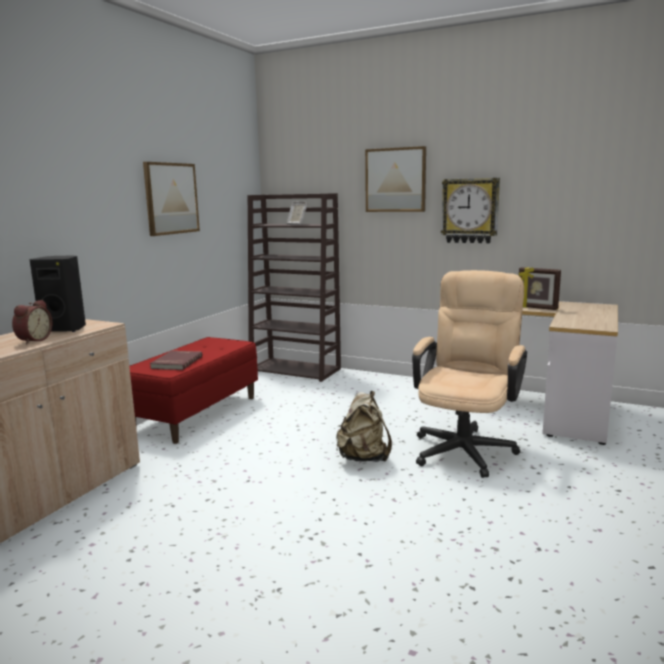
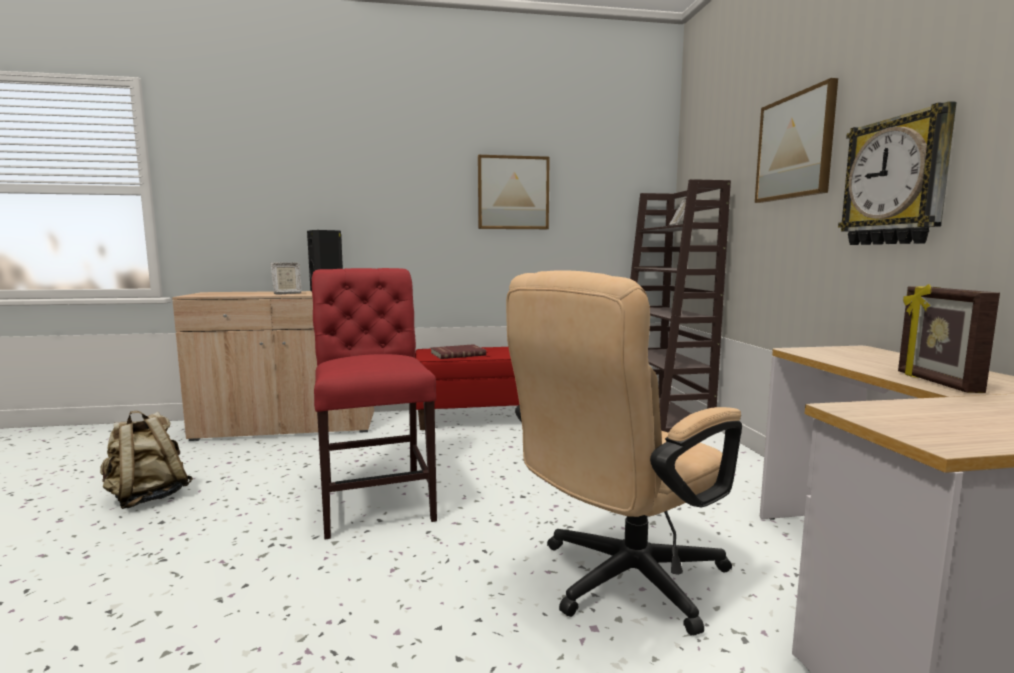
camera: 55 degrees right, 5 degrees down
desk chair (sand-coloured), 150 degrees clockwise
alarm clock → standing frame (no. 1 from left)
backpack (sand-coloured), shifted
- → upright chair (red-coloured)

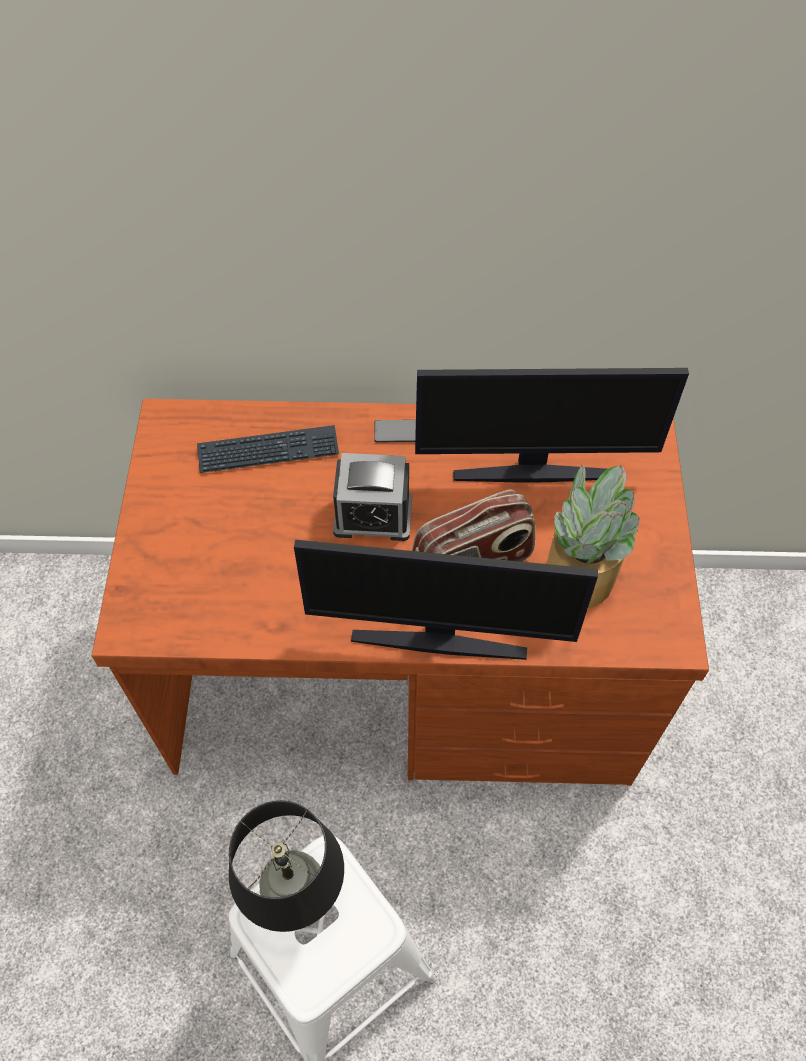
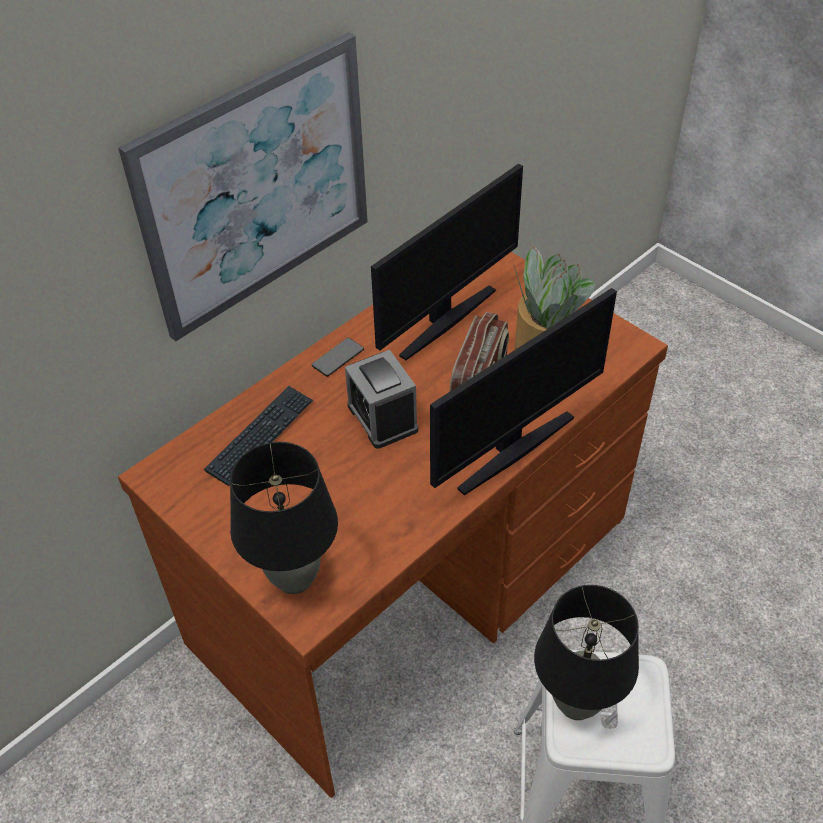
camera: 45 degrees left, 10 degrees down
alarm clock, 105 degrees clockwise
- → wall picture
- → tabletop lamp (black-coloured) (no. 1 from left)

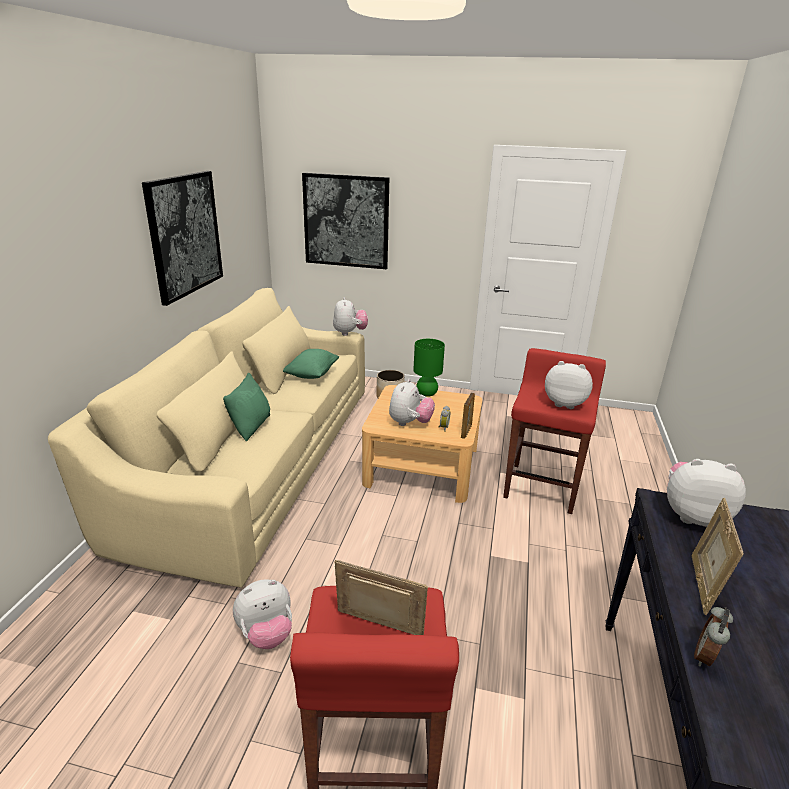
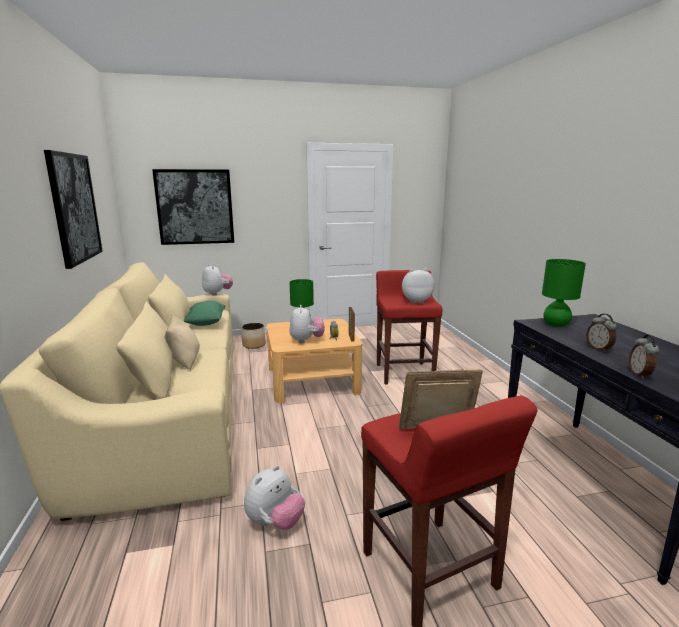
camera: 25 degrees left, 10 degrees down
pillow (greenish) (no. 1 from left) → pillow (sand-coloured)
cuddly toy (no. 5 from left) → tabletop lamp (greenish) (no. 2 from left)
standing frame (no. 3 from left) → alarm clock (no. 2 from left)

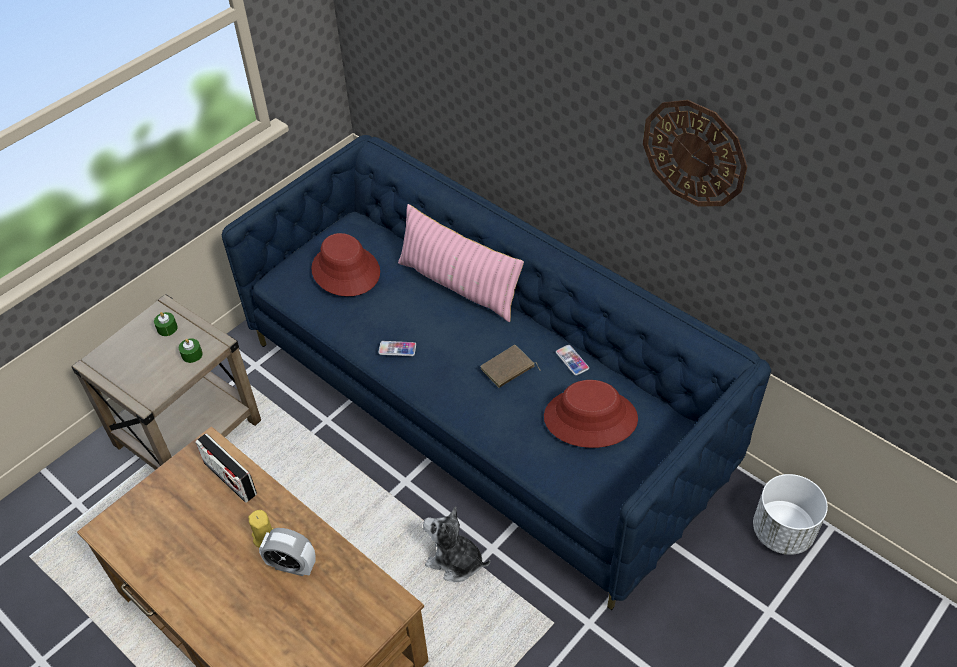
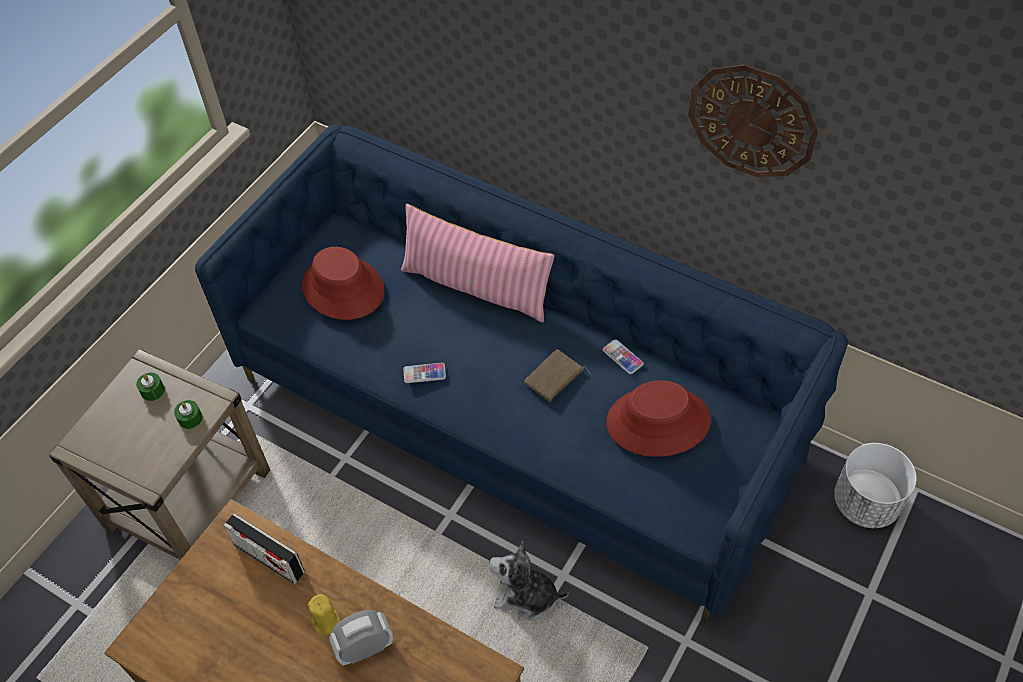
camera: 10 degrees left, 5 degrees up
alarm clock, 150 degrees clockwise

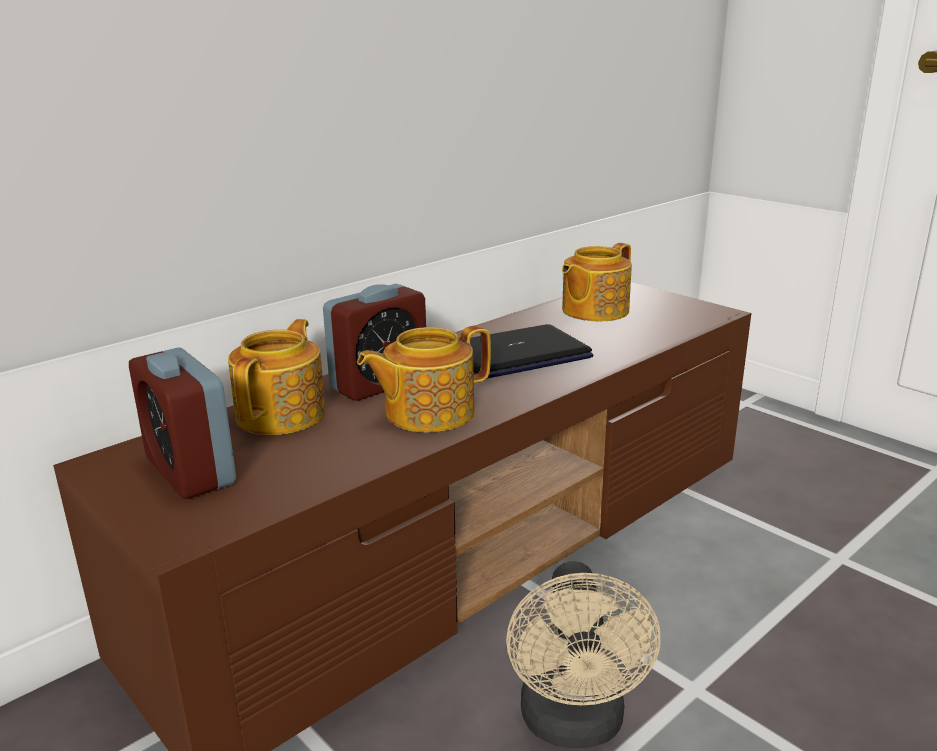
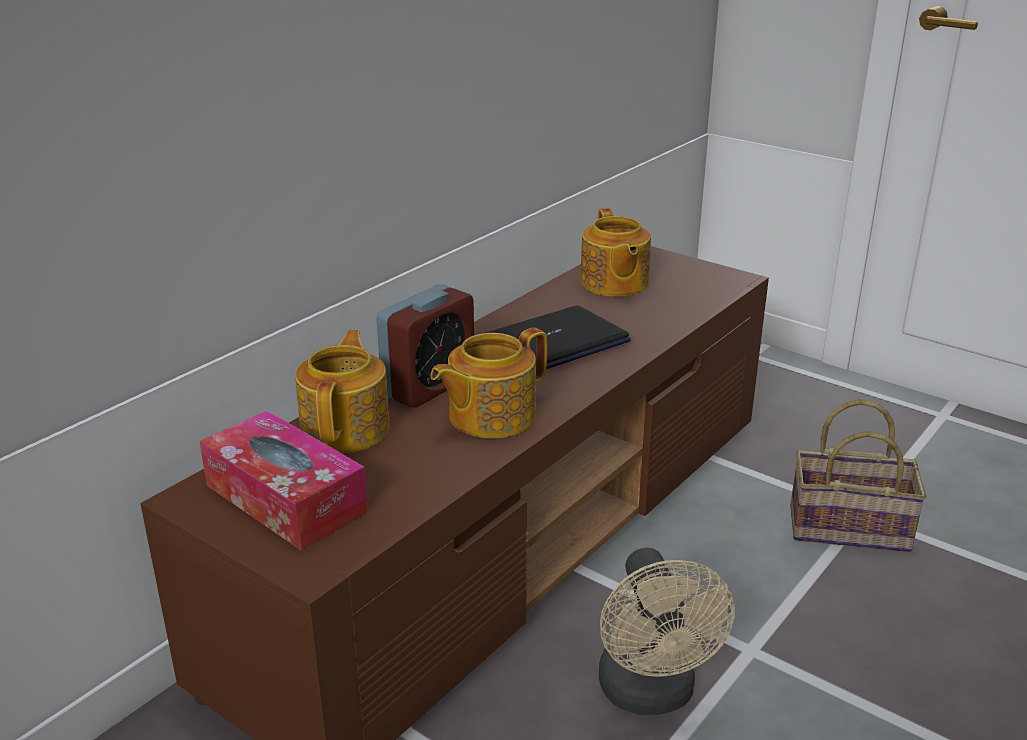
camera: 10 degrees left, 5 degrees up
pot for tea (no. 3 from left), 45 degrees counterclockwise
alarm clock (no. 1 from left) → tissue holder
- → basket

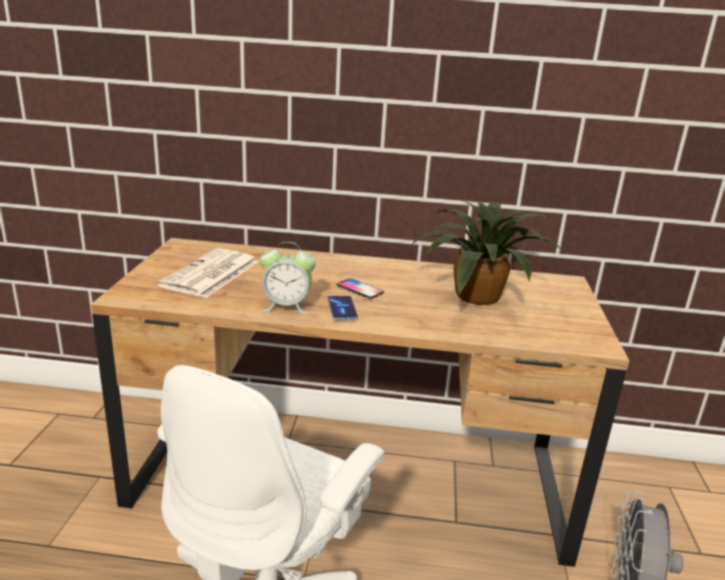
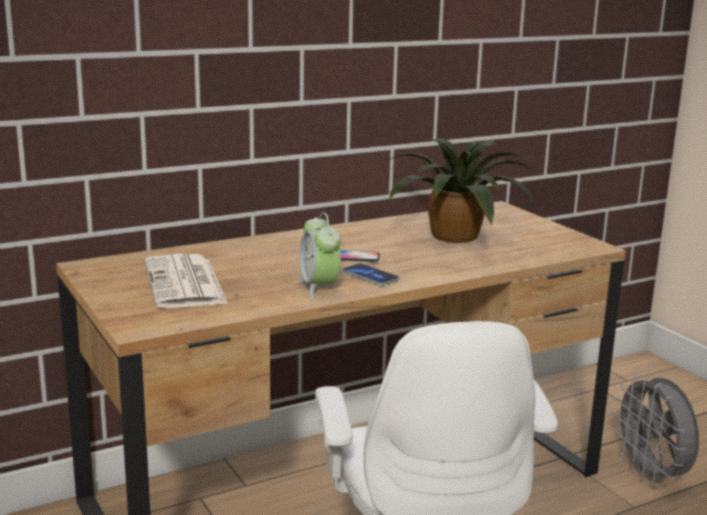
camera: 35 degrees left, 5 degrees down
alarm clock, 105 degrees clockwise

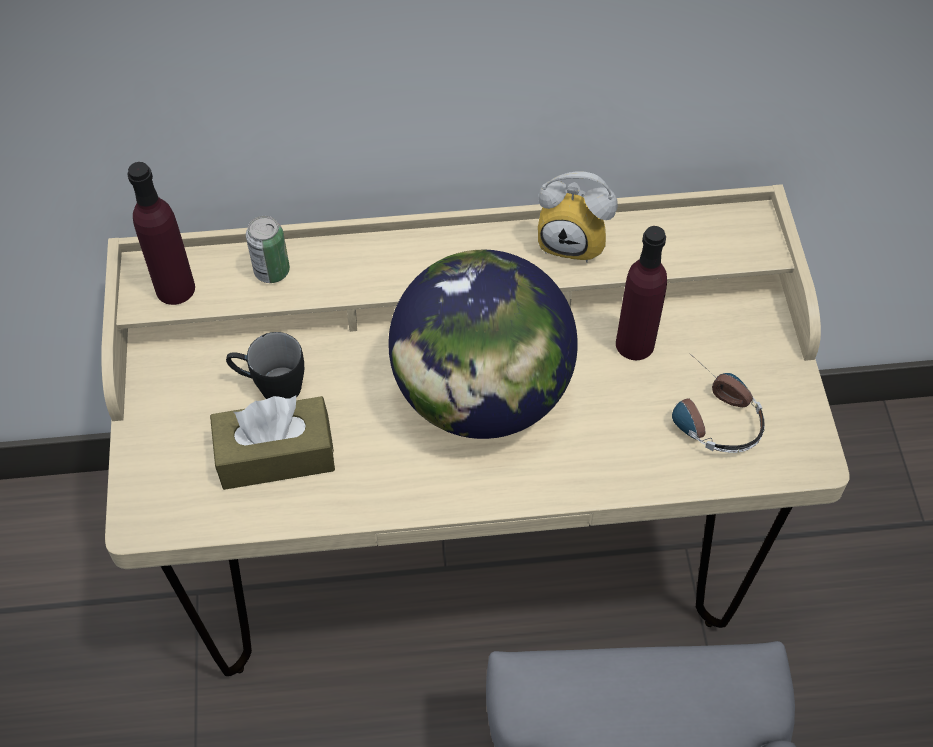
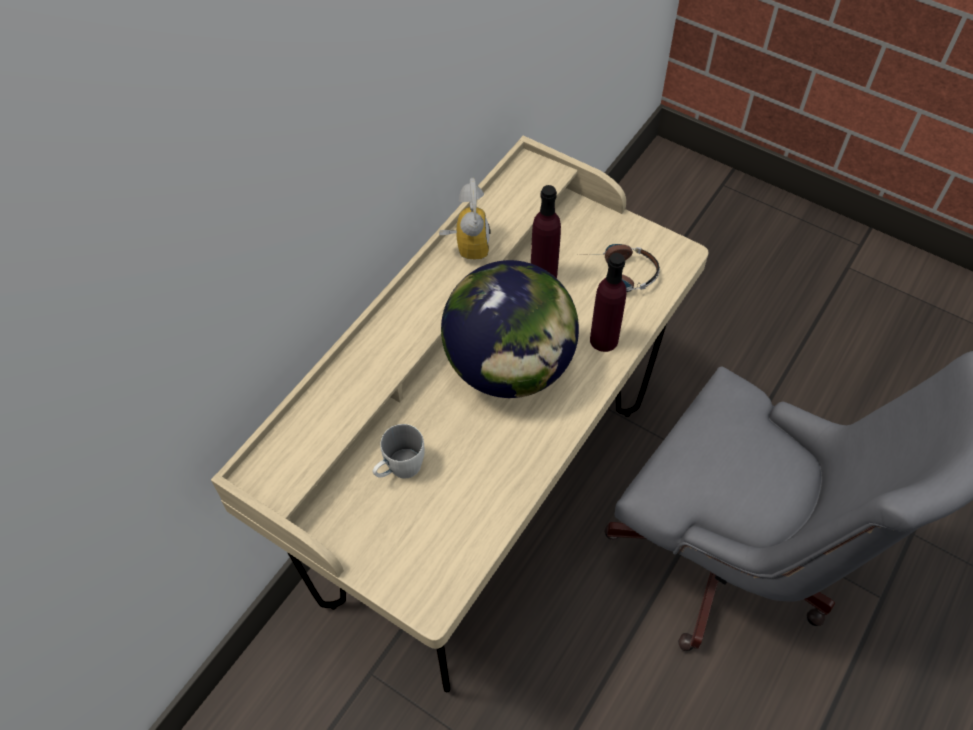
camera: 50 degrees left, 0 degrees up
beverage bottle (purplish) (no. 1 from left in the first image) → beverage bottle (purplish) (no. 2 from left), shifted
alarm clock, 60 degrees counterclockwise
metal can → -
tea mug (black-coloured) → tea mug (whitish)
tissue holder (brownish) → -

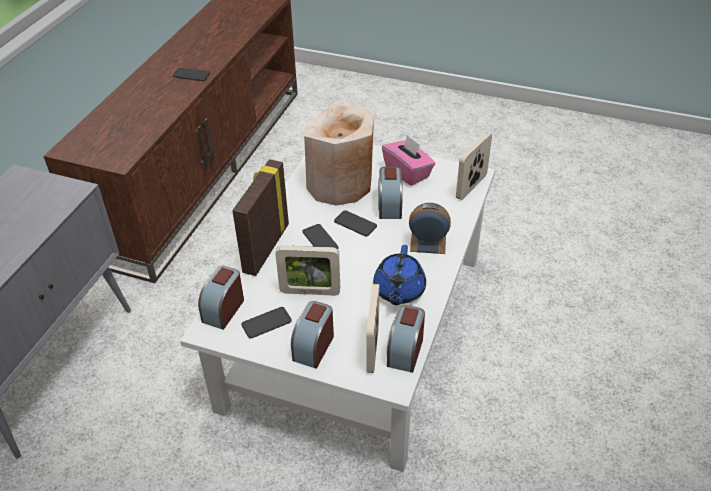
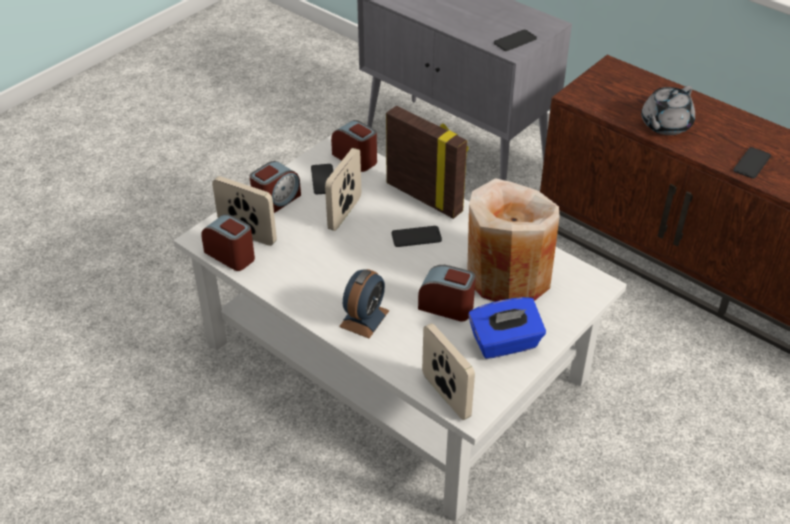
camera: 110 degrees right, 0 degrees up
tissue holder (pink) → tissue holder (blue-coloured)
phone (no. 4 from left in the first image) → phone (no. 3 from left), shifted
pot for tea (blue-coloured) → -
alarm clock (no. 2 from left), 90 degrees clockwise
- → pot for tea (gray)

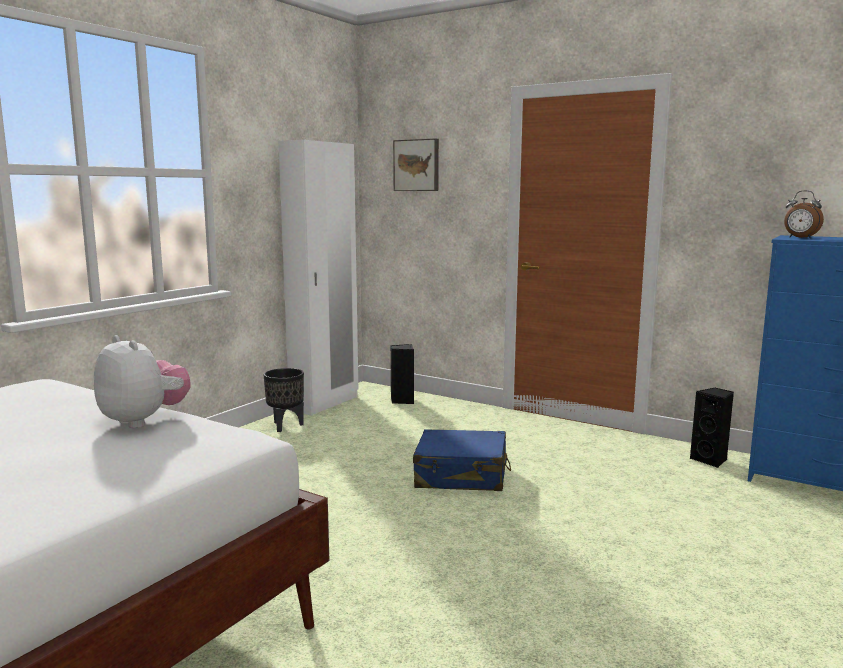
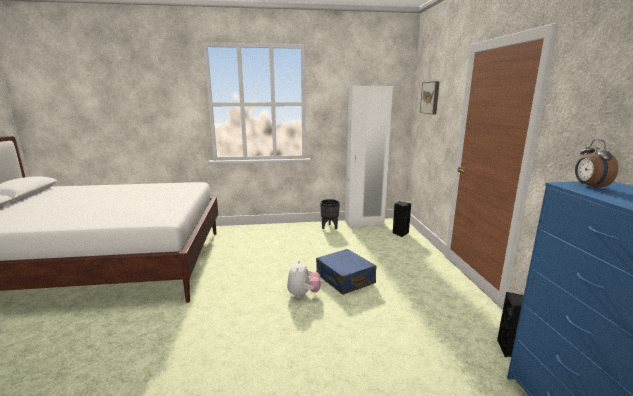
camera: 50 degrees right, 5 degrees up
cuddly toy, shifted

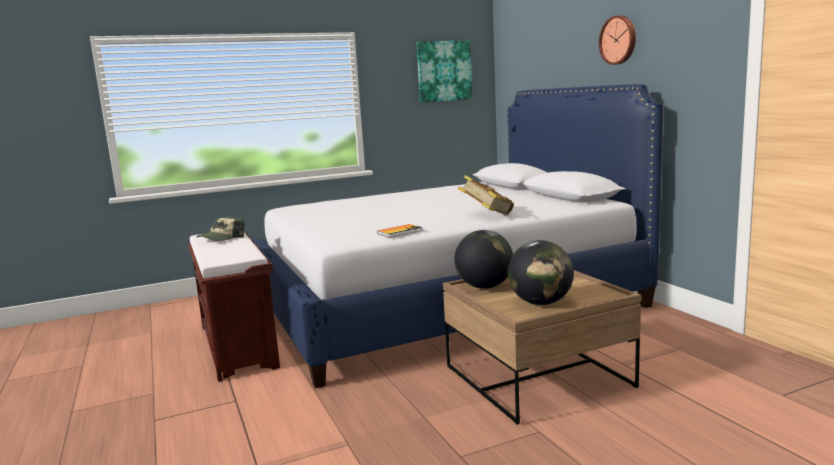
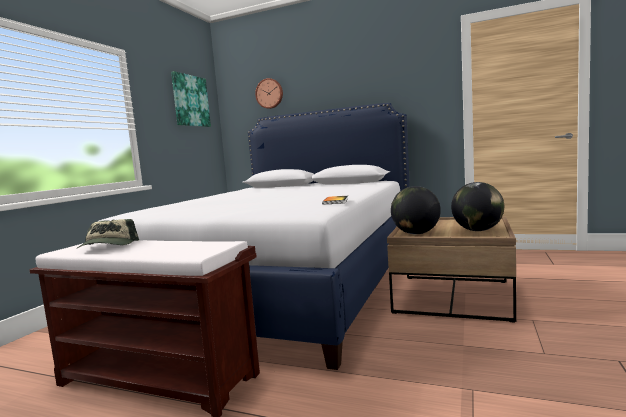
camera: 45 degrees left, 5 degrees down
clock on the wall, shifted
volume (no. 2 from left) → -

